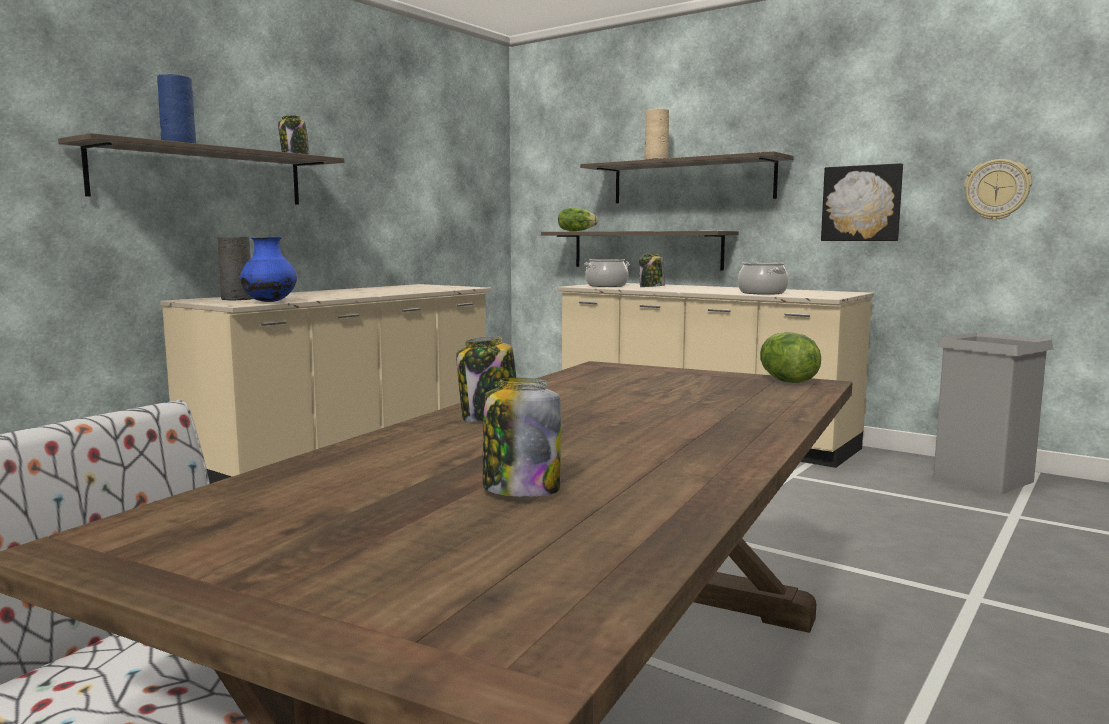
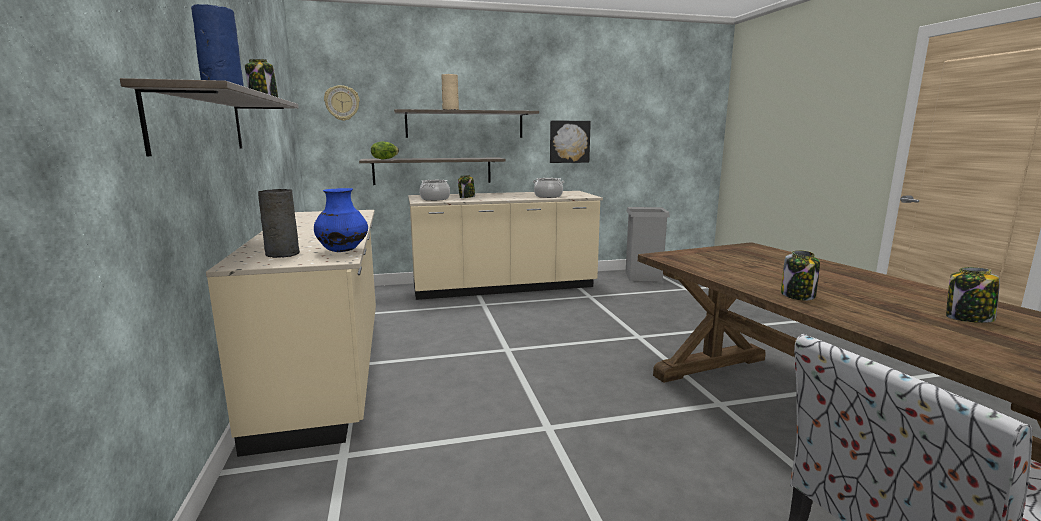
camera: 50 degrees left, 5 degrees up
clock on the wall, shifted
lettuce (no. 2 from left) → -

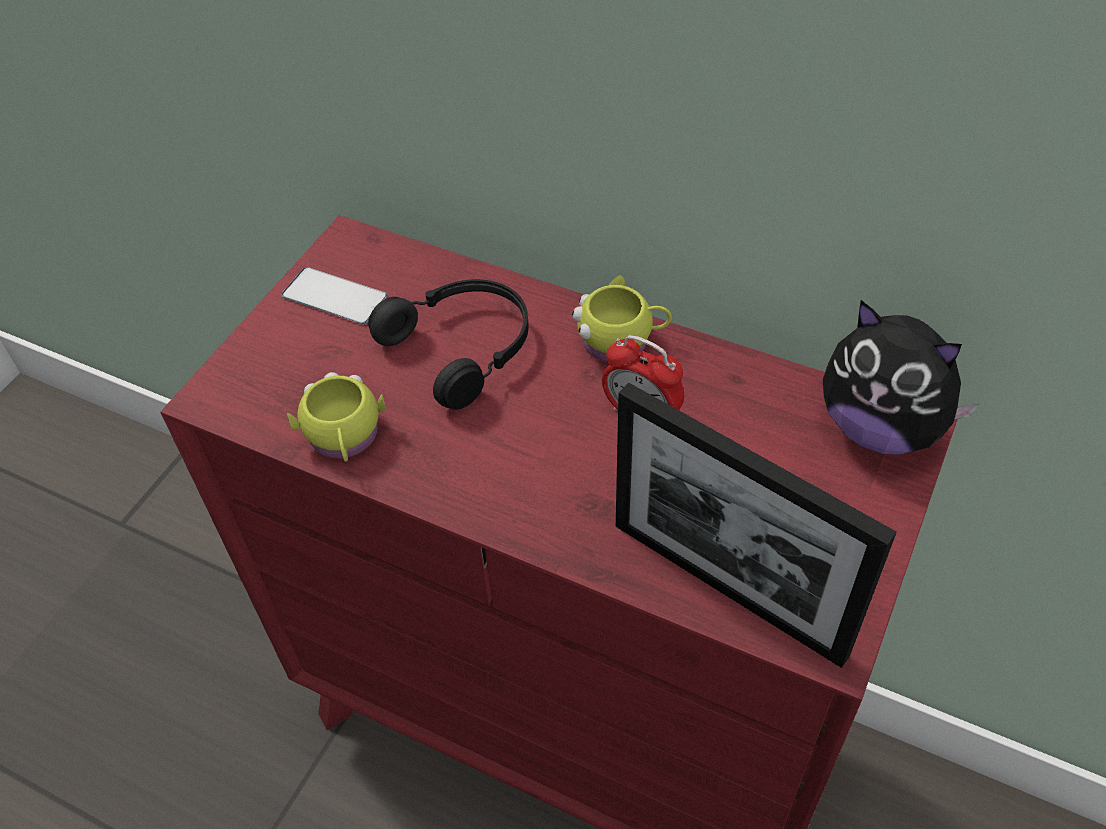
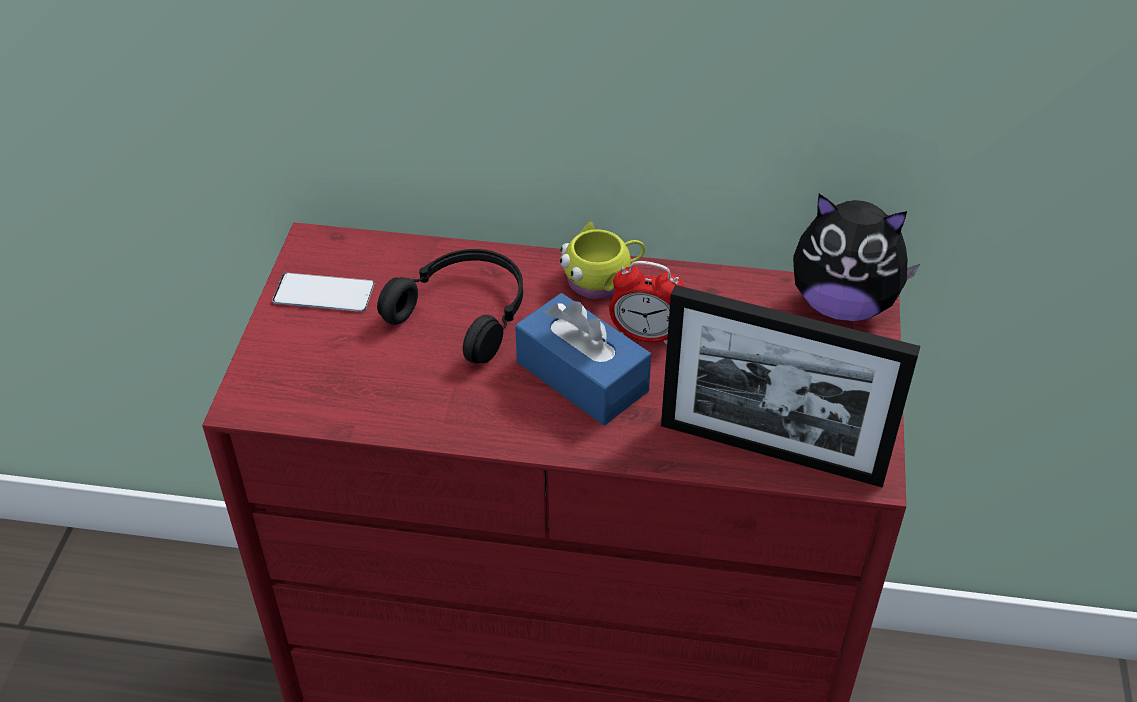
camera: 20 degrees left, 5 degrees down
tea mug (yellow) (no. 1 from left) → -
- → tissue holder (blue-coloured)

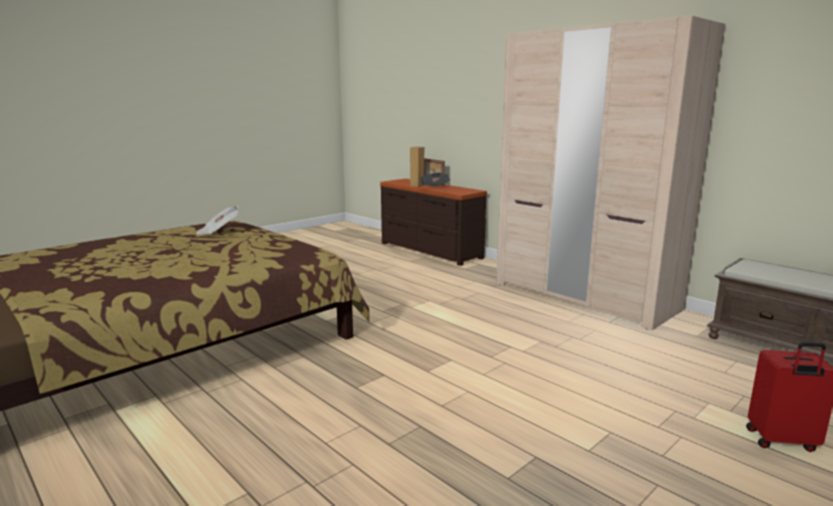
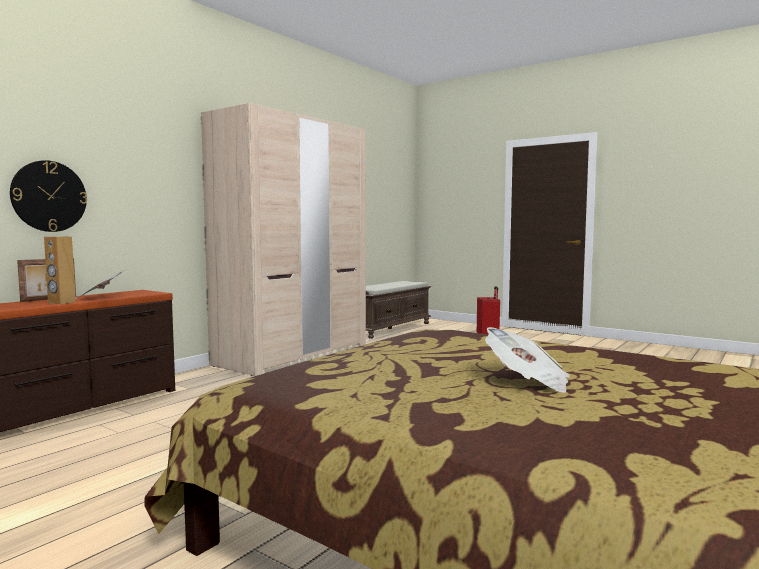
camera: 100 degrees left, 10 degrees down
printed paper (no. 1 from left in the first image) → printed paper (no. 2 from left), shifted
- → clock on the wall

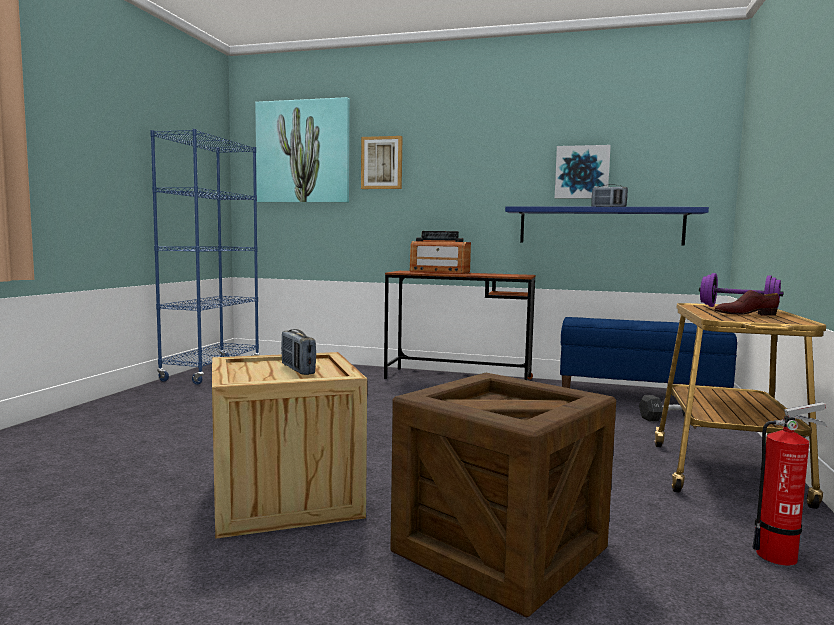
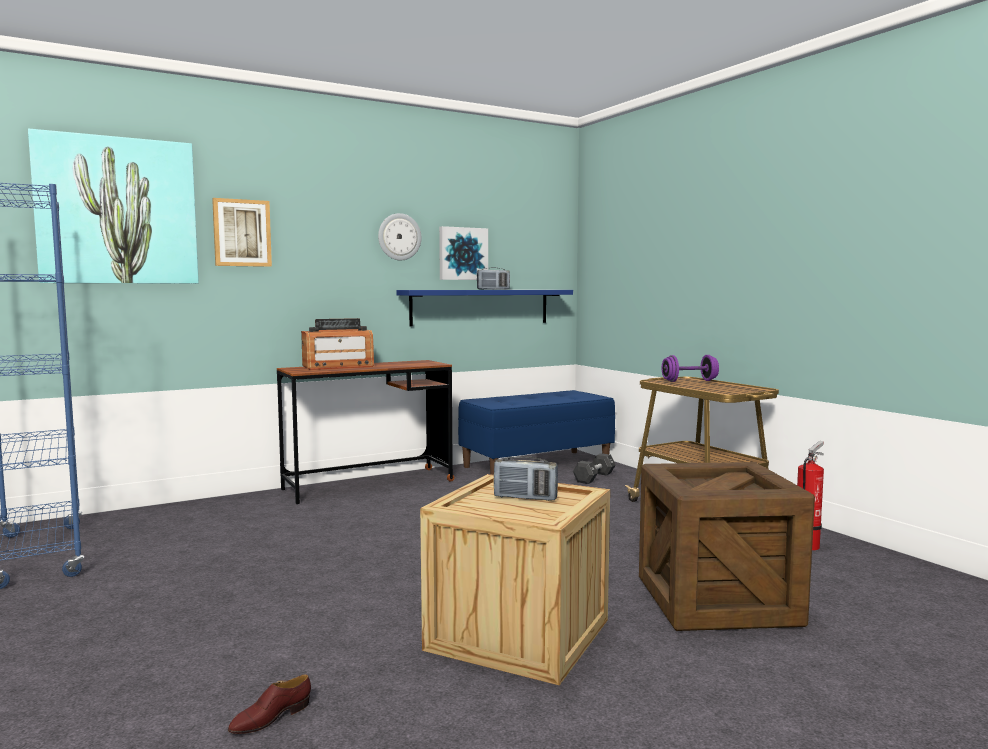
camera: 45 degrees left, 0 degrees up
item of footwear (brownish), shifted
- → clock on the wall

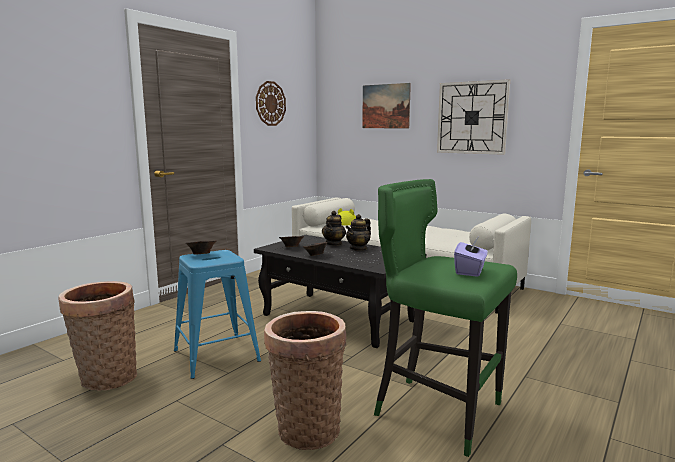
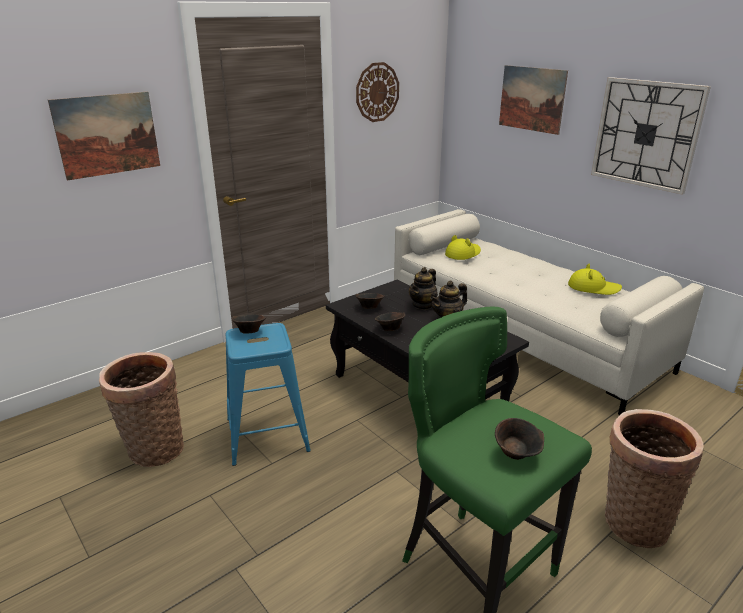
camera: 15 degrees right, 15 degrees up
tissue holder (purplish) → serving bowl (brownish) (no. 4 from left)
basket (no. 2 from left), shifted
- → wall picture (no. 1 from left)
- → clothing hat (yellow) (no. 2 from left)

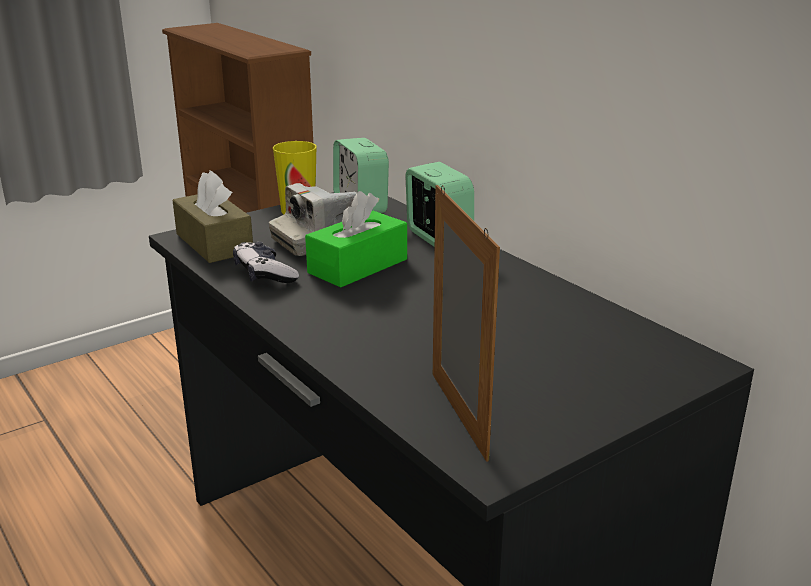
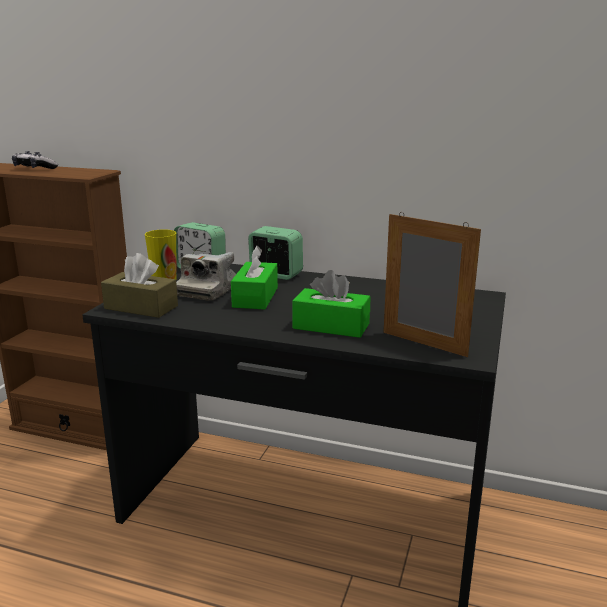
camera: 35 degrees left, 5 degrees down
game controller, shifted
- → tissue holder (greenish) (no. 2 from left)

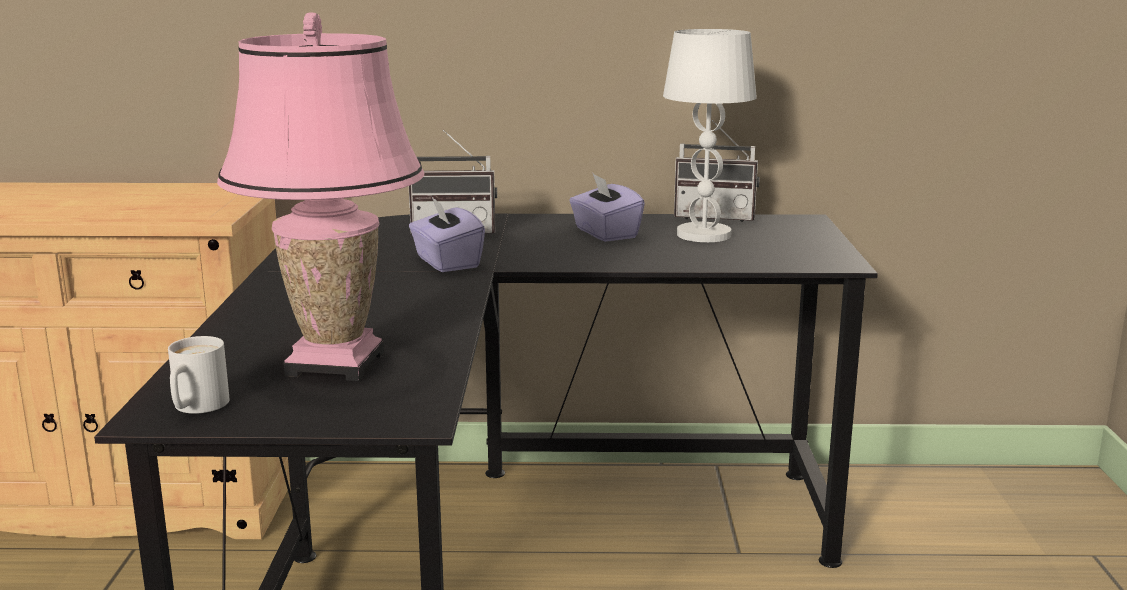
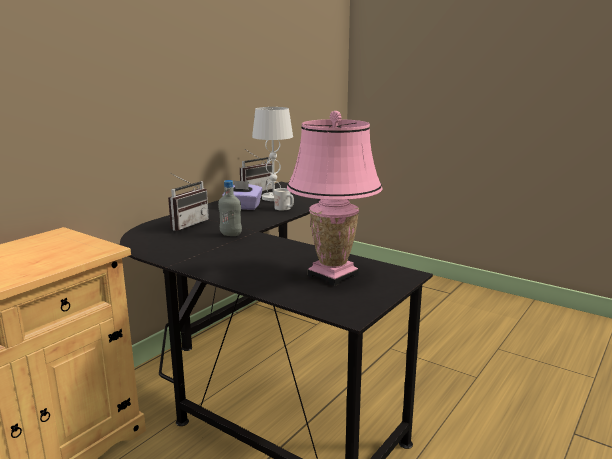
camera: 55 degrees left, 0 degrees up
tissue holder (purplish) (no. 1 from left) → beverage bottle (gray)
tea mug (whitish), shifted

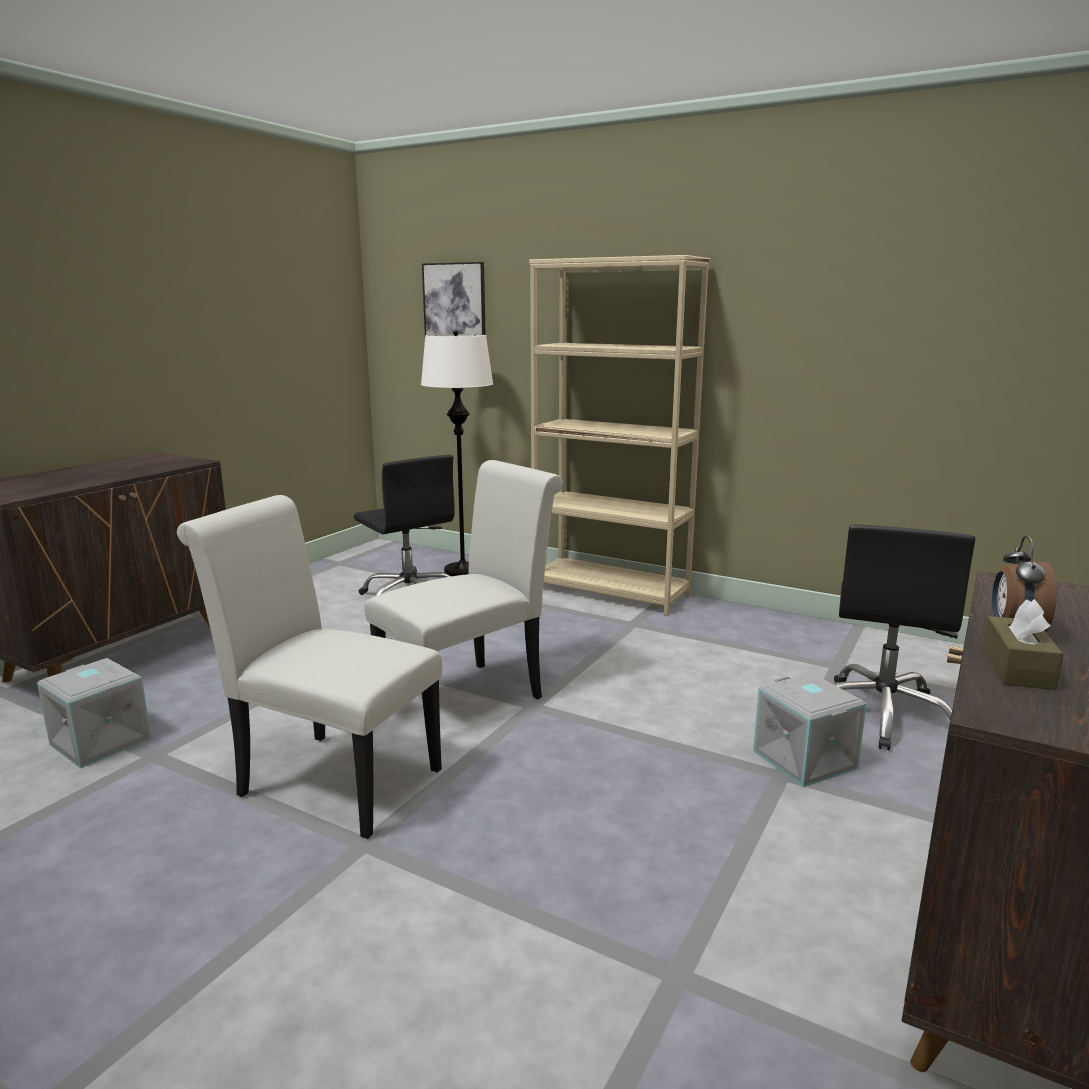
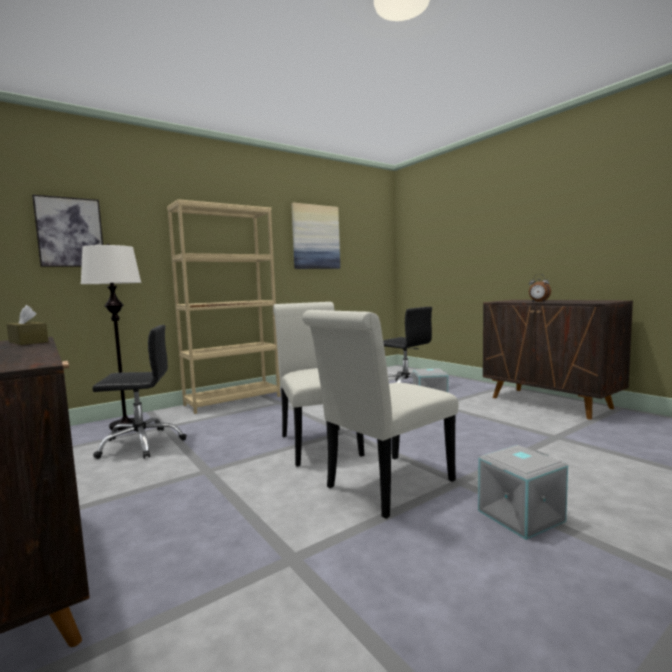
camera: 65 degrees left, 10 degrees down
tissue holder (brownish), shifted
storage bin (gray) (no. 1 from left in the first image) → storage bin (gray) (no. 2 from left), shifted
- → wall picture (no. 2 from left)

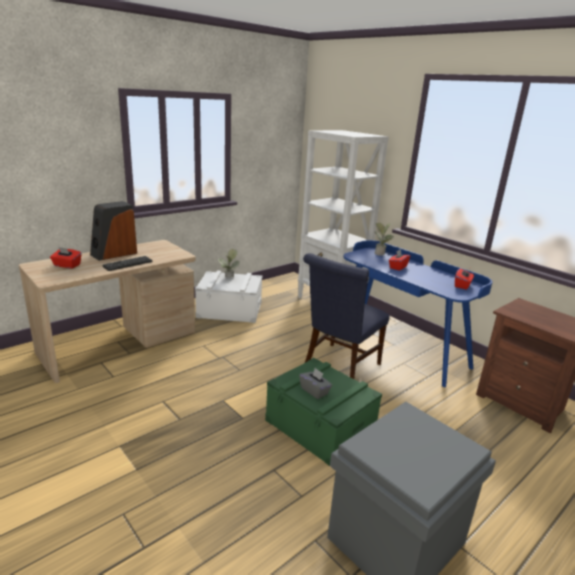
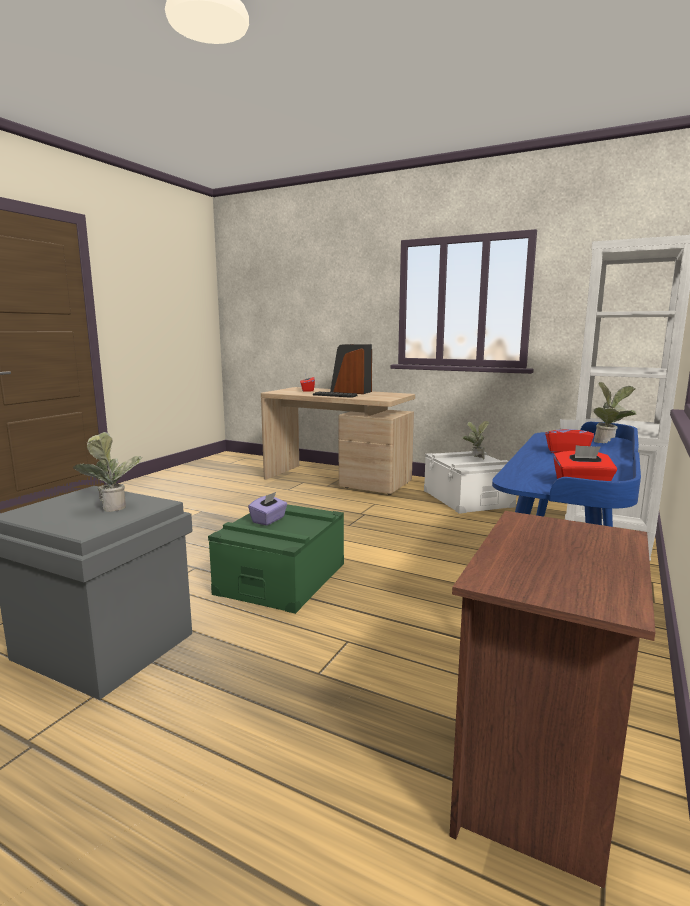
camera: 70 degrees right, 10 degrees down
upright chair (blue-coloured) → -
tissue holder (gray) → tissue holder (purplish)
- → potted plant (no. 1 from left)

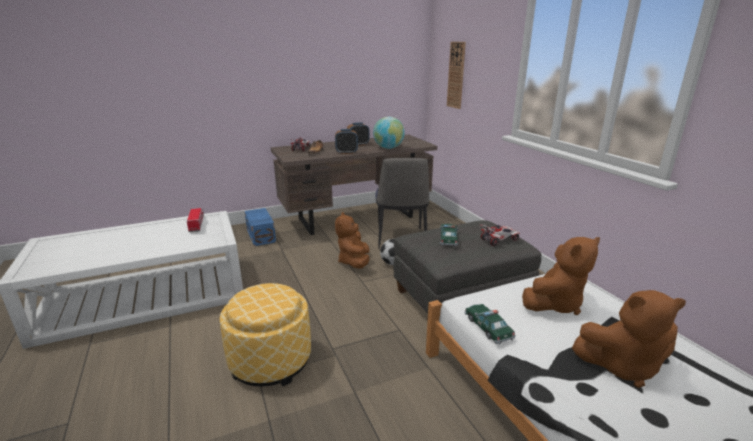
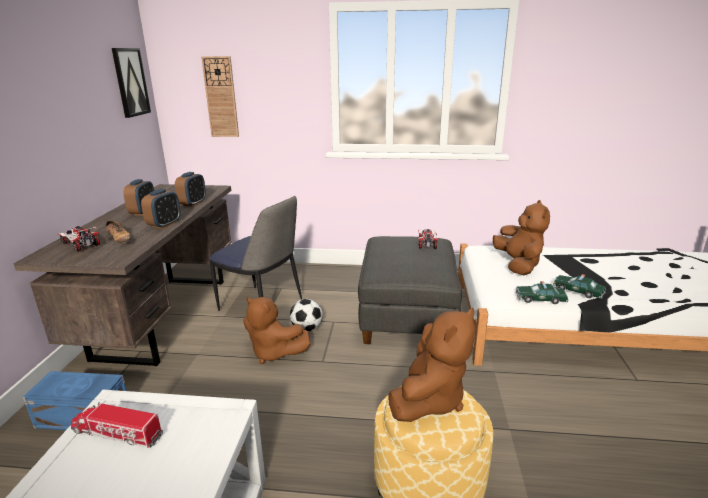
camera: 60 degrees left, 0 degrees up
globe → alarm clock (no. 3 from left)
model car (no. 2 from left in the first image) → model car (no. 4 from left), shifted
cuddly toy (brownish) (no. 3 from left in the first image) → cuddly toy (brownish) (no. 2 from left), shifted
- → wall picture

